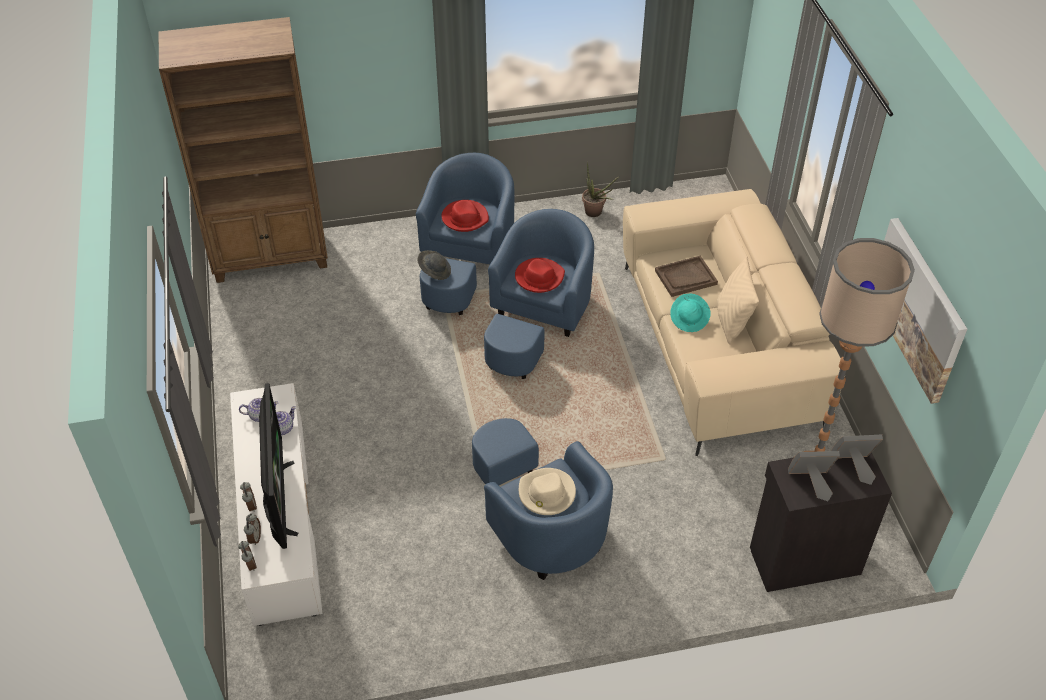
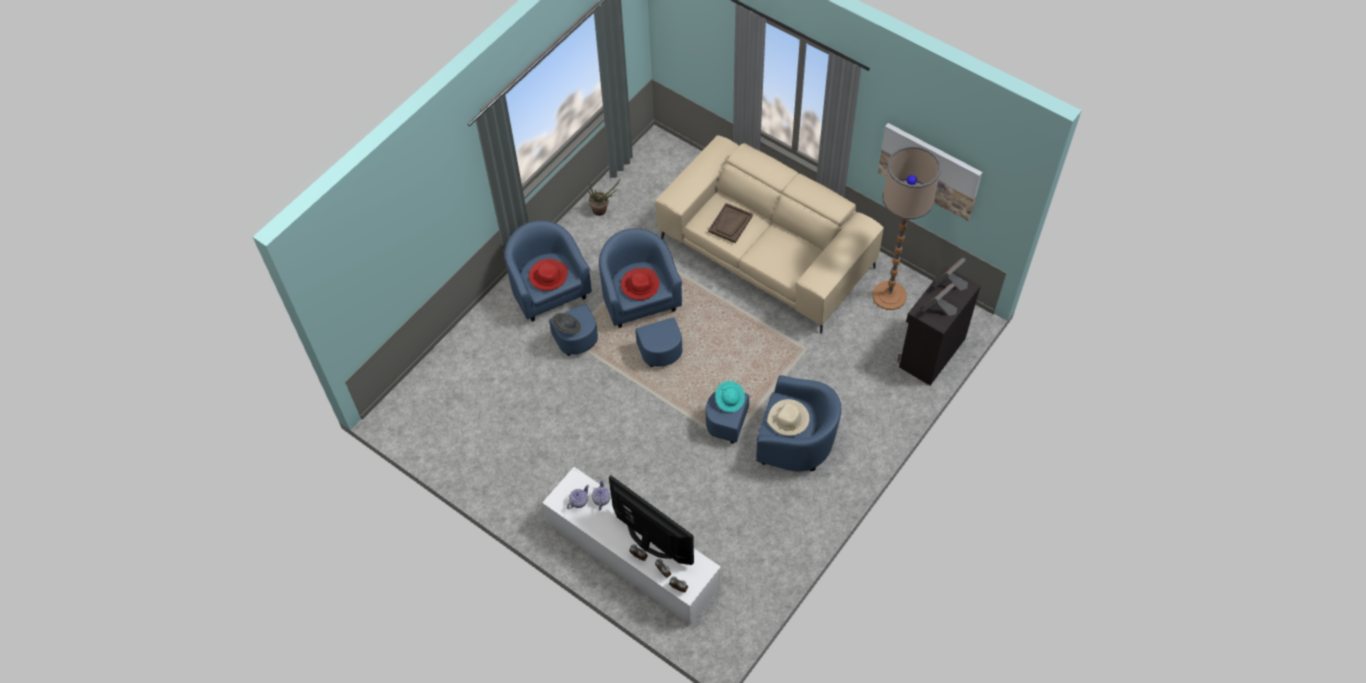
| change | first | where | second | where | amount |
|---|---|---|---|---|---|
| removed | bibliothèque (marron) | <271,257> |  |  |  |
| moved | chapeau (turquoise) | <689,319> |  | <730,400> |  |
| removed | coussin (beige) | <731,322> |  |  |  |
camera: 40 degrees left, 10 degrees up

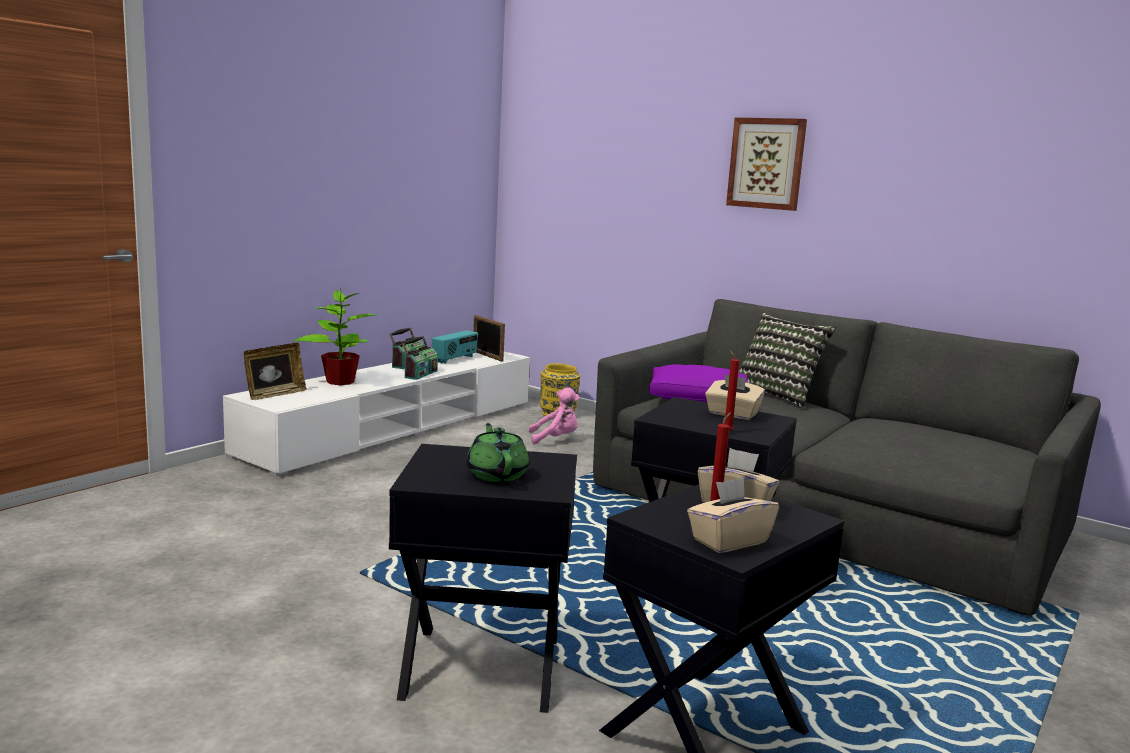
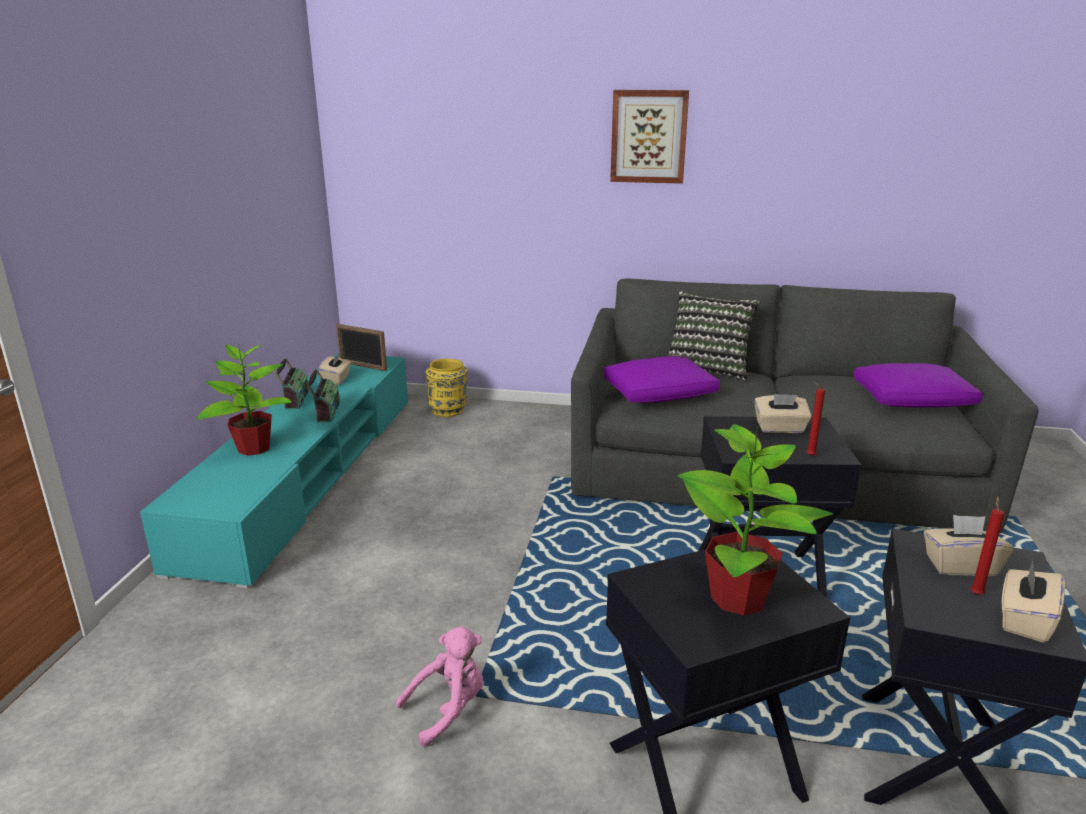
| change | first | where | second | where | amount |
|---|---|---|---|---|---|
| recoloured | meuble télé (blanc) | <395,427> | meuble télé (turquoise) | <307,474> |  |
| removed | cadre photo | <274,394> |  |  |  |
| replaced | radio | <455,359> | boîte à mouchoirs (beige) | <336,380> |  |
| replaced | théière (vert) | <497,474> | plante en pot | <739,599> |  |
| moved | peluche (rose) | <555,439> |  | <448,709> |  |
| added |  |  | coussin (violet) | <913,400> |  |
camera: 25 degrees left, 10 degrees up

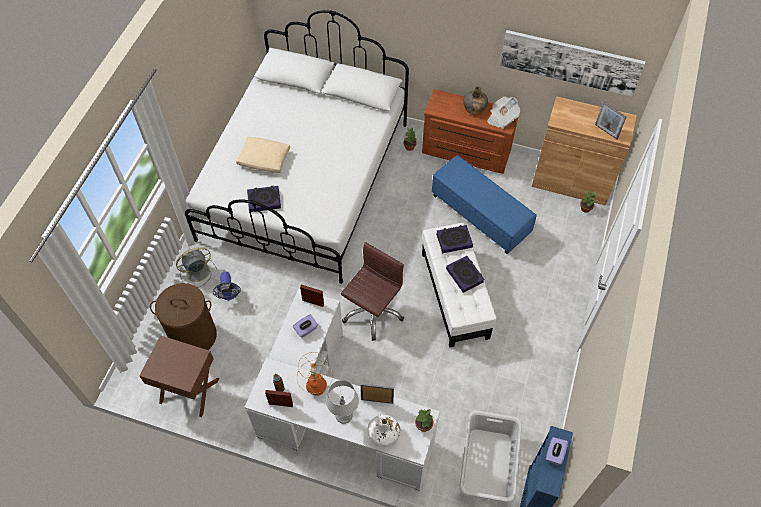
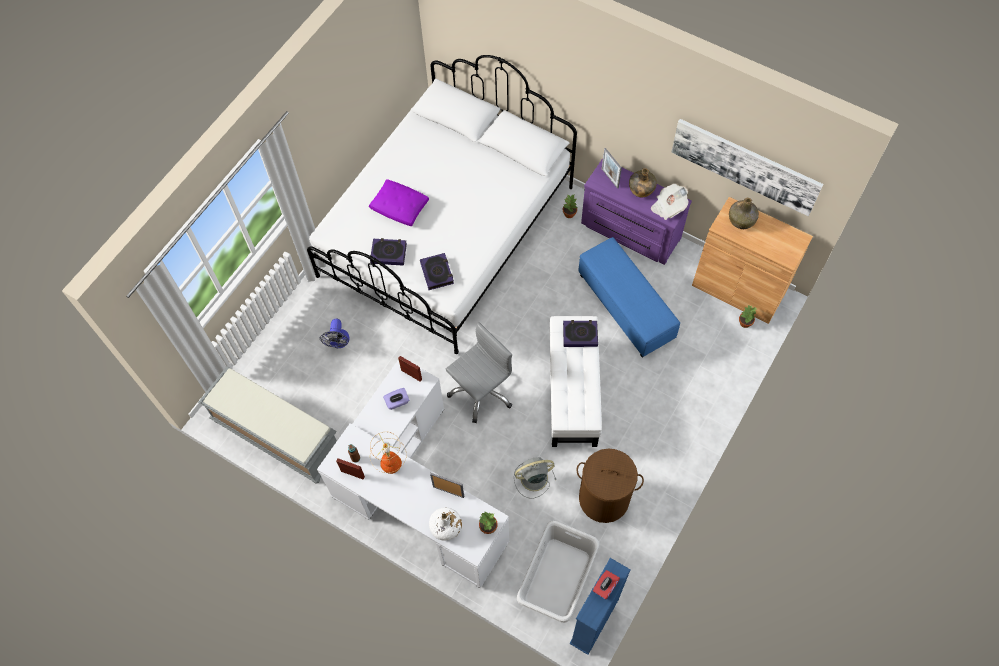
| change | first | where | second | where | amount |
|---|---|---|---|---|---|
| replaced | table de chevet (marron) | <189,391> | banc (gris) | <276,435> |  |
| moved | panier à linge (marron) | <194,335> |  | <604,498> |  |
| moved | ventilateur (gris) | <196,272> |  | <532,478> |  |
| recoloured | coussin (beige) | <264,159> | coussin (violet) | <400,207> |  |
| removed | lampe de table (gris) | <343,415> |  |  |  |
| recoloured | chaise de bureau (marron) | <372,311> | chaise de bureau (gris) | <481,391> |  |
| recoloured | commode (marron) | <466,153> | commode (violet) | <629,232> |  |
| moved | livre | <465,275> |  | <437,273> |  |
| recoloured | boîte à mouchoirs (violet) | <554,454> | boîte à mouchoirs (rouge) | <605,587> |  |
| moved | cadre photo | <606,131> |  | <610,178> |  |
| added |  |  | bouteille (vert) | <741,220> |  |
camera: 15 degrees right, 5 degrees up

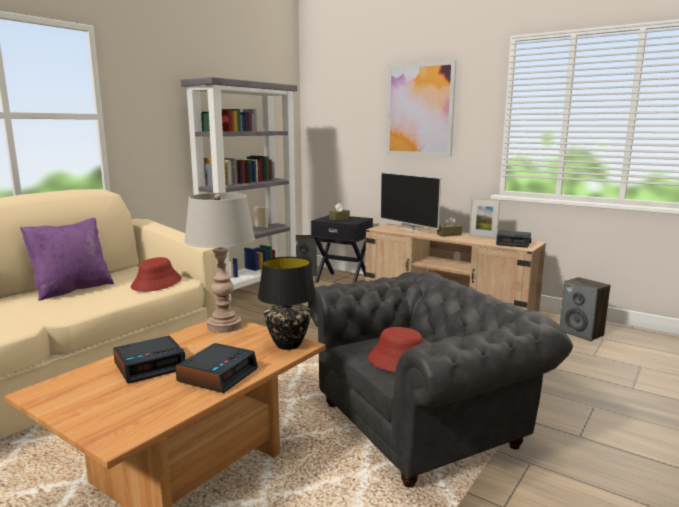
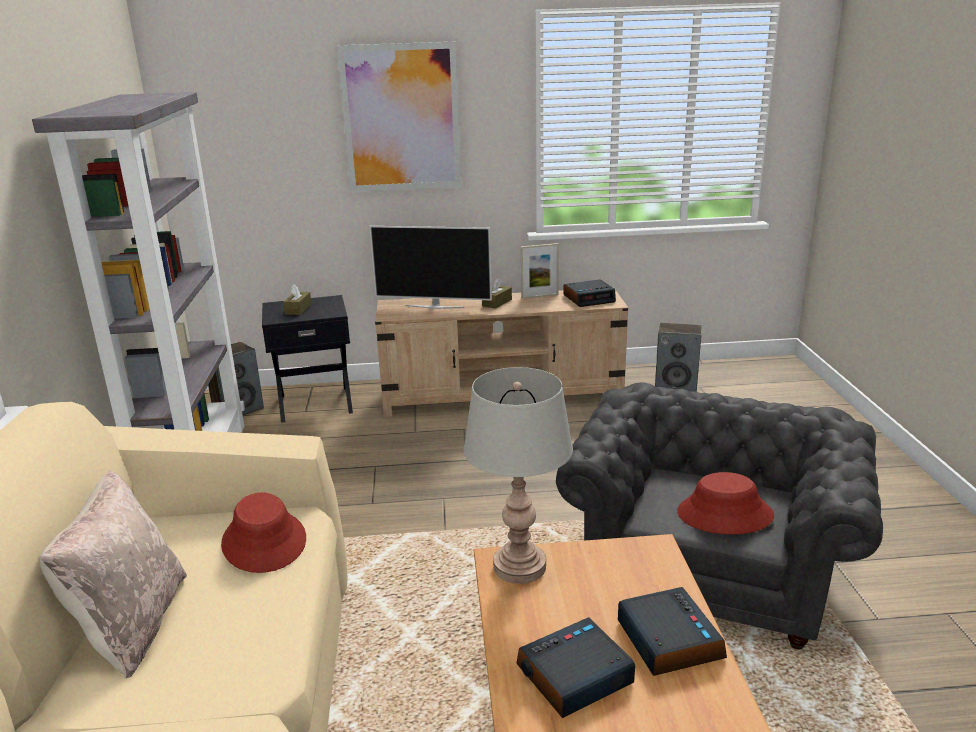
| change | first | where | second | where | amount |
|---|---|---|---|---|---|
| recoloured | coussin (violet) | <72,290> | coussin (beige) | <132,625> |  |
| turned | réveil | <150,366> |  | <574,676> | 135 degrees counterclockwise |
| removed | lampe de table (noir) | <288,345> |  |  |  |
camera: 40 degrees left, 10 degrees up

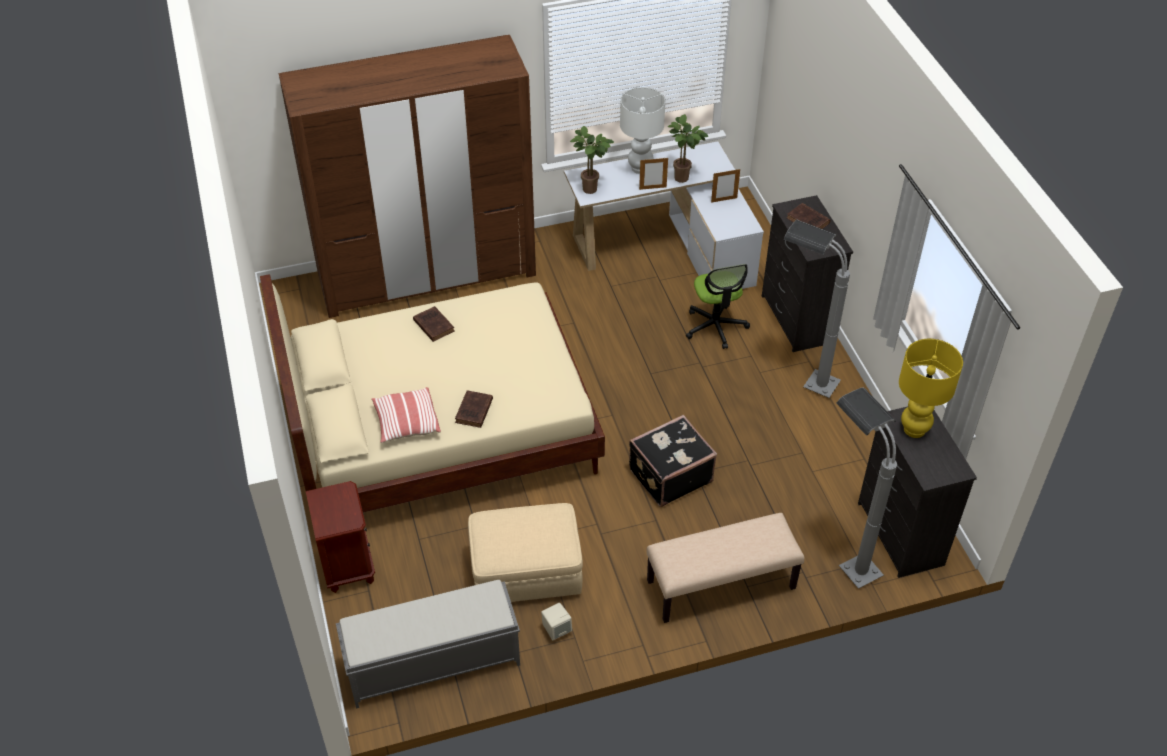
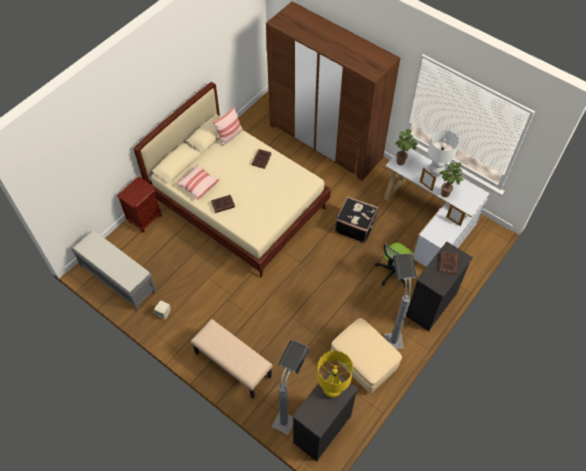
| change | first | where | second | where | amount |
|---|---|---|---|---|---|
| moved | pouf (beige) | <525,573> |  | <363,362> |  |
| moved | valise (noir) | <669,475> |  | <355,225> |  |
| added |  |  | coussin | <230,136> |  |
camera: 55 degrees right, 10 degrees up

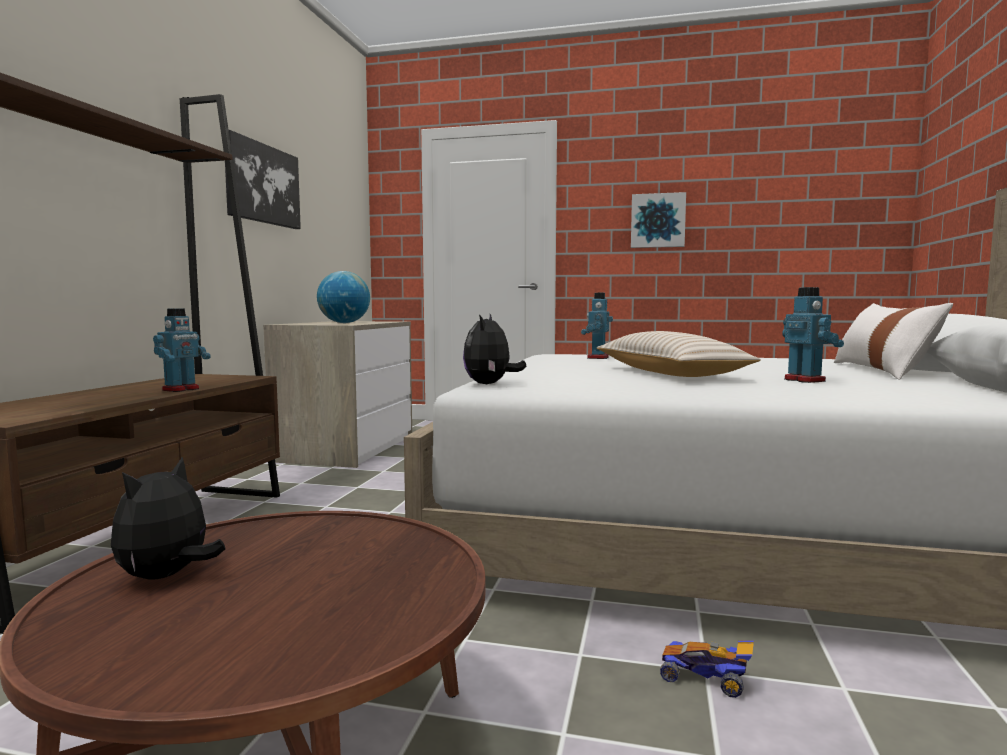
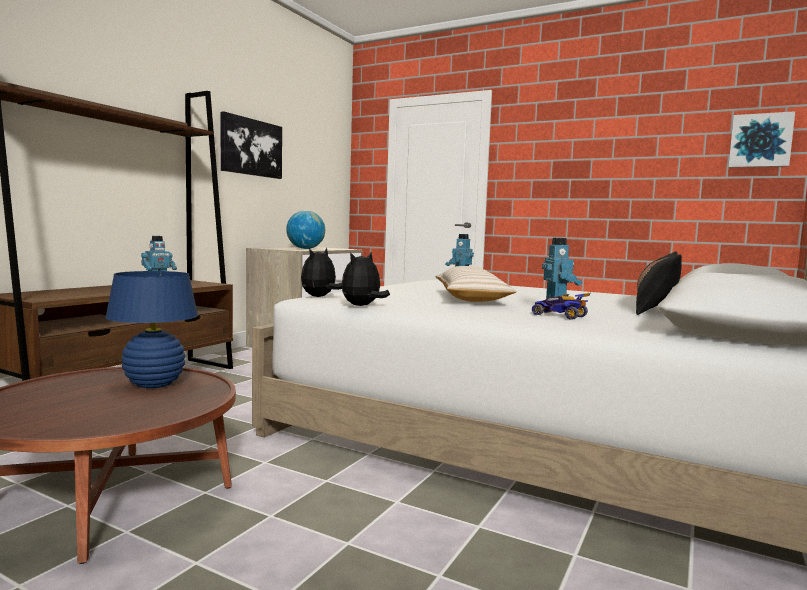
| change | first | where | second | where | amount |
|---|---|---|---|---|---|
| moved | peluche | <167,576> |  | <362,306> |  |
| moved | tableau | <658,221> |  | <760,140> |  |
| moved | petite voiture | <706,678> |  | <560,316> |  |
| recoloured | coussin (blanc) | <882,370> | coussin (noir) | <655,308> |  |
| added |  |  | lampe de table (bleu) | <154,384> |  |
camera: 15 degrees right, 0 degrees up

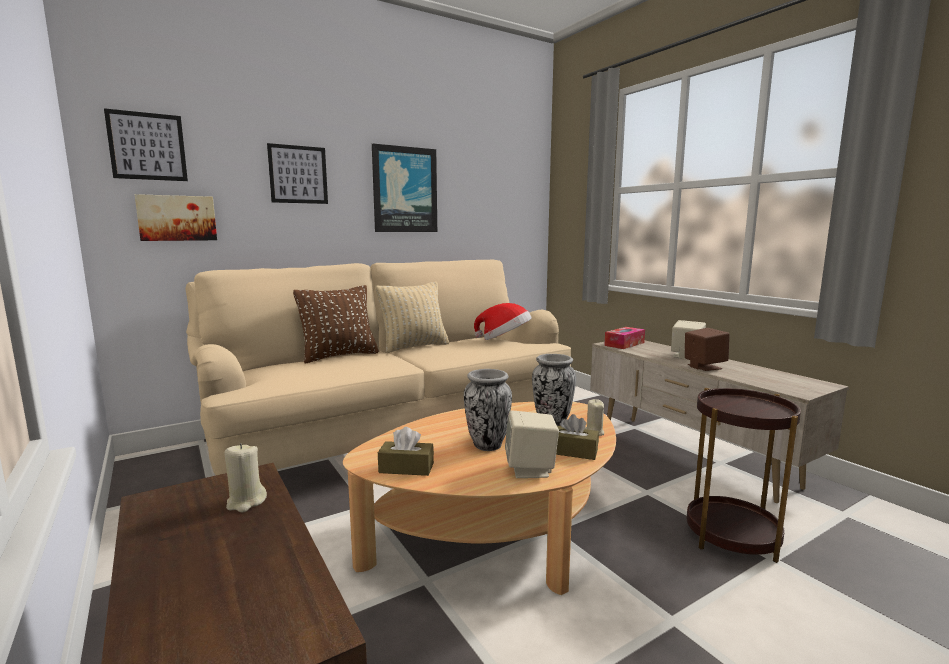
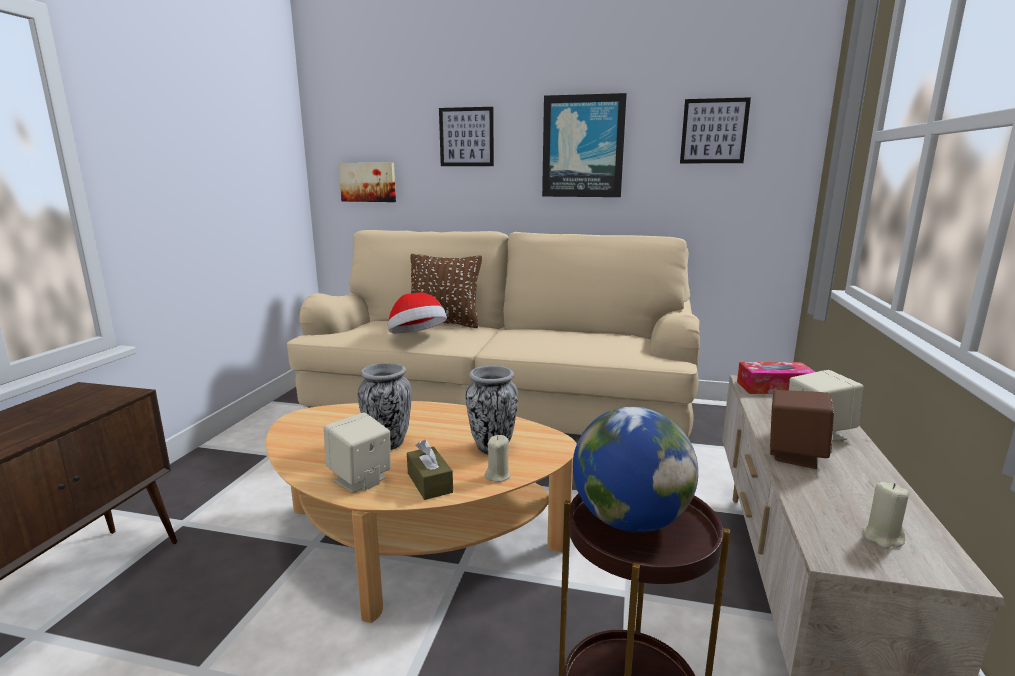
| change | first | where | second | where | amount |
|---|---|---|---|---|---|
| moved | tableau | <147,146> |  | <714,131> |  |
| moved | bougie (beige) | <246,502> |  | <882,537> |  |
| removed | coussin (beige) | <414,347> |  |  |  |
| removed | boîte à mouchoirs (marron) | <406,468> |  |  |  |
| moved | chapeau | <504,340> |  | <417,338> |  |
| added |  |  | globe | <629,520> |  |
camera: 45 degrees right, 5 degrees up

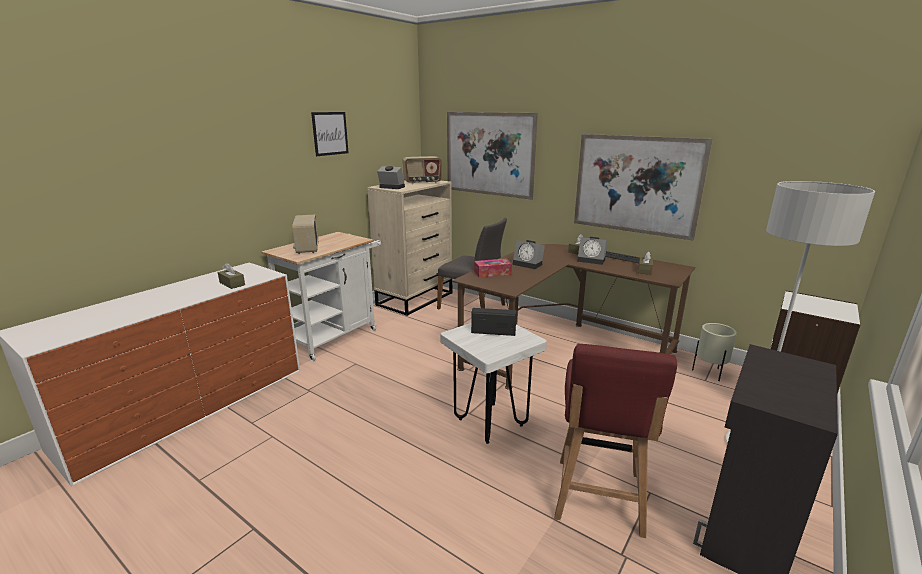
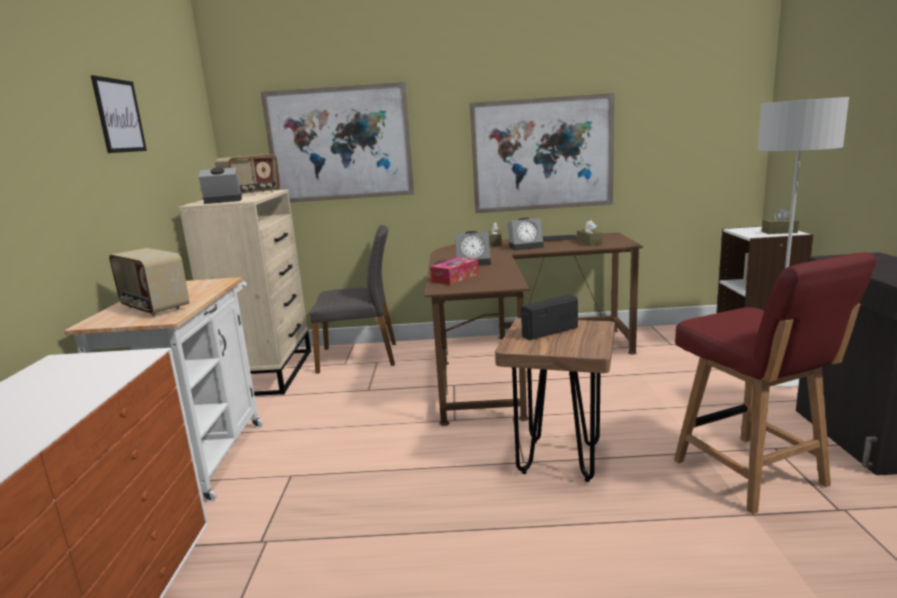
| change | first | where | second | where | amount |
|---|---|---|---|---|---|
| moved | boîte à mouchoirs (marron) | <232,284> |  | <779,232> |  |
| recoloured | tabouret (blanc) | <490,422> | tabouret (marron) | <558,460> |  |
| removed | cache-pot (beige) | <709,373> |  |  |  |
camera: 35 degrees left, 5 degrees down

